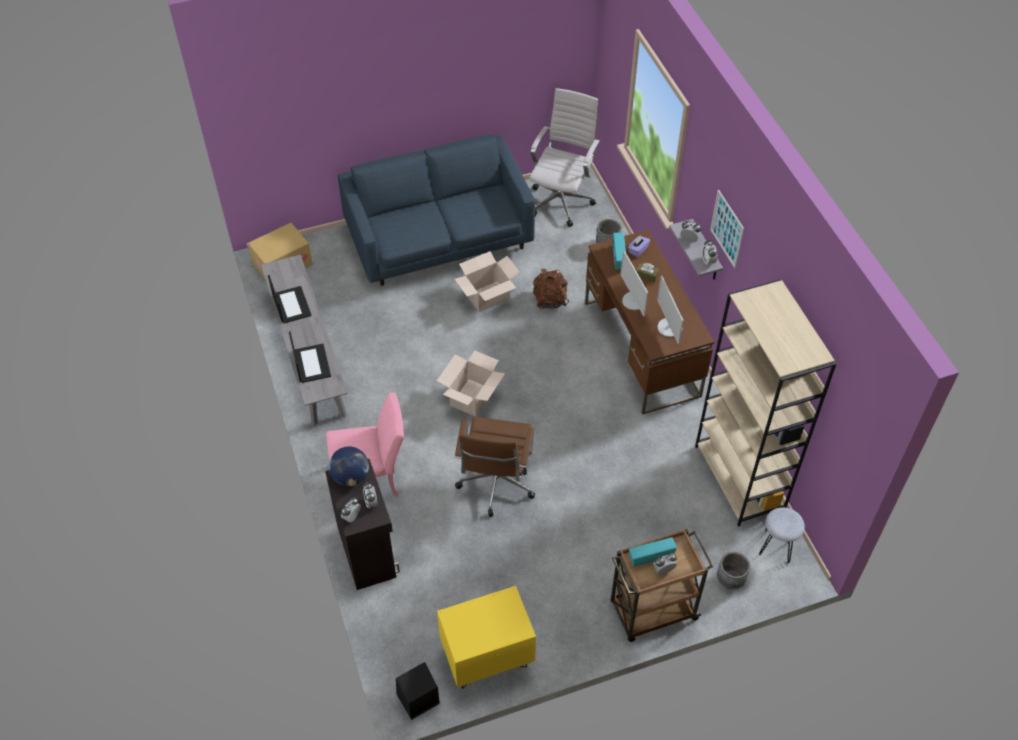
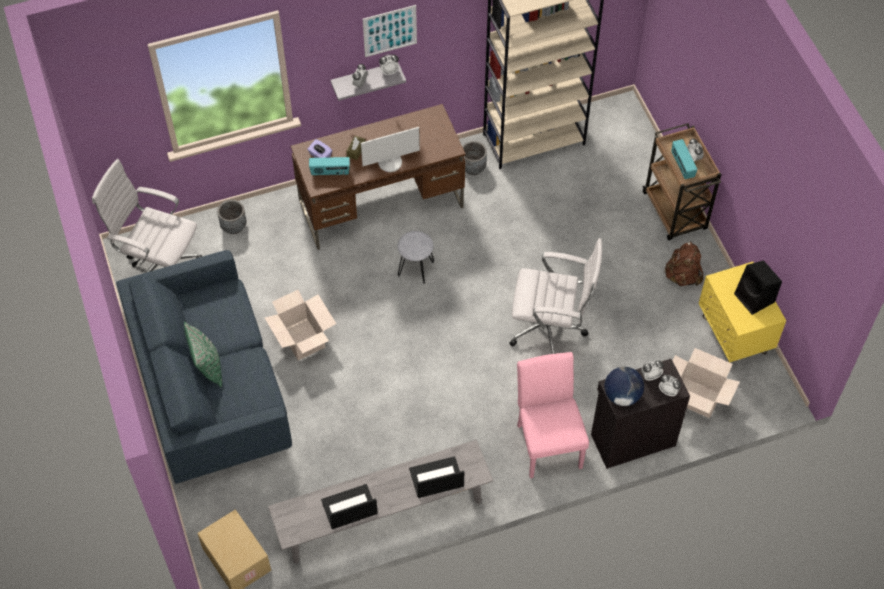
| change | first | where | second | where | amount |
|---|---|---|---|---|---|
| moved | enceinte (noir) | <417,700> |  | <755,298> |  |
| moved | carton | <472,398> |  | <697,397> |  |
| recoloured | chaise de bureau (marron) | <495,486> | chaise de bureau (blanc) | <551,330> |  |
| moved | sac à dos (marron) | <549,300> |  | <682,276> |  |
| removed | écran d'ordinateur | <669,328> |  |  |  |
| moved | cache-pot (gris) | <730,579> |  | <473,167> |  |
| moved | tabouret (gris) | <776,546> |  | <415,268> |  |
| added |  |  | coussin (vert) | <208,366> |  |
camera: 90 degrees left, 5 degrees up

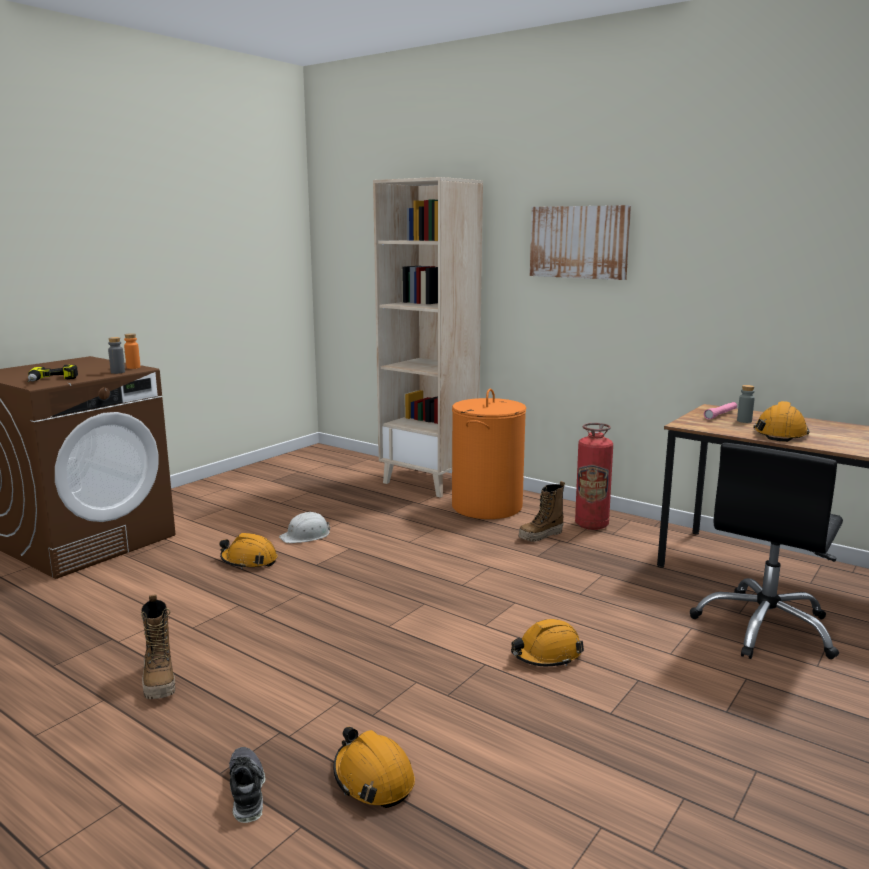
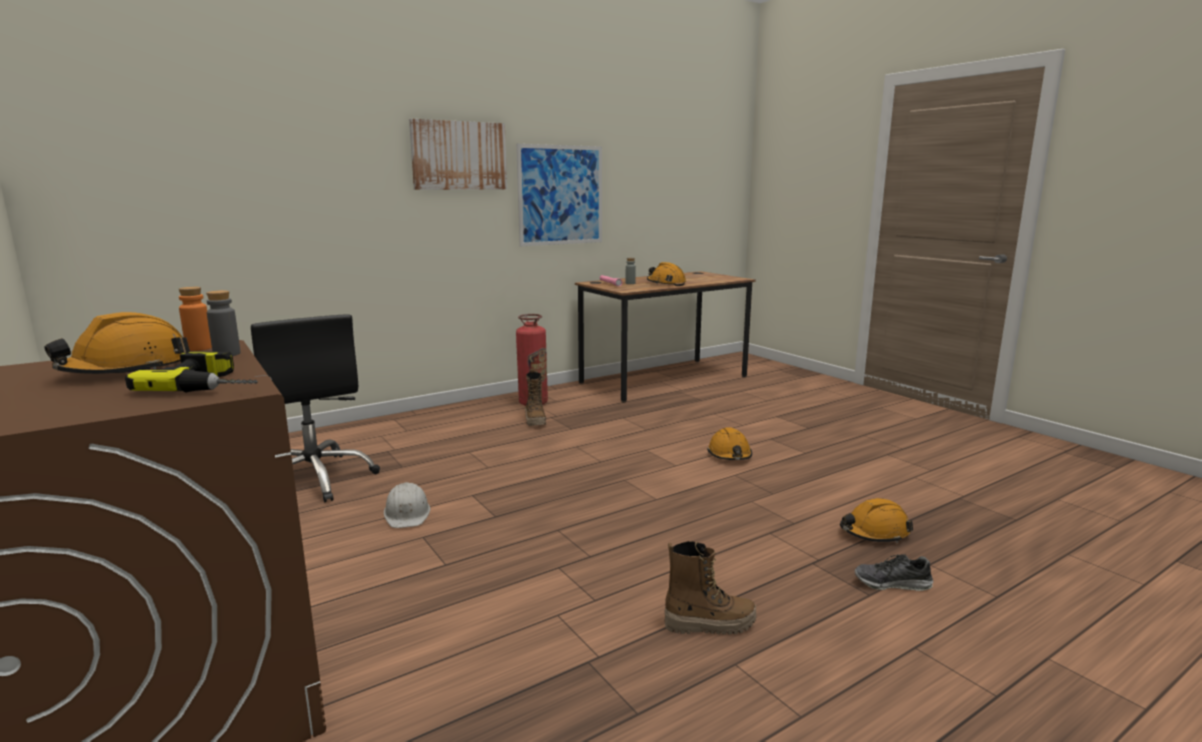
| change | first | where | second | where | amount |
|---|---|---|---|---|---|
| moved | casque de chantier (orange) | <249,561> |  | <128,370> |  |
| removed | bibliothèque (beige) | <430,482> |  |  |  |
| removed | panier à linge (orange) | <487,507> |  |  |  |
| moved | chaise de bureau (noir) | <765,628> |  | <315,479> |  |
| added |  |  | tableau | <560,195> |  |
camera: 70 degrees left, 0 degrees up

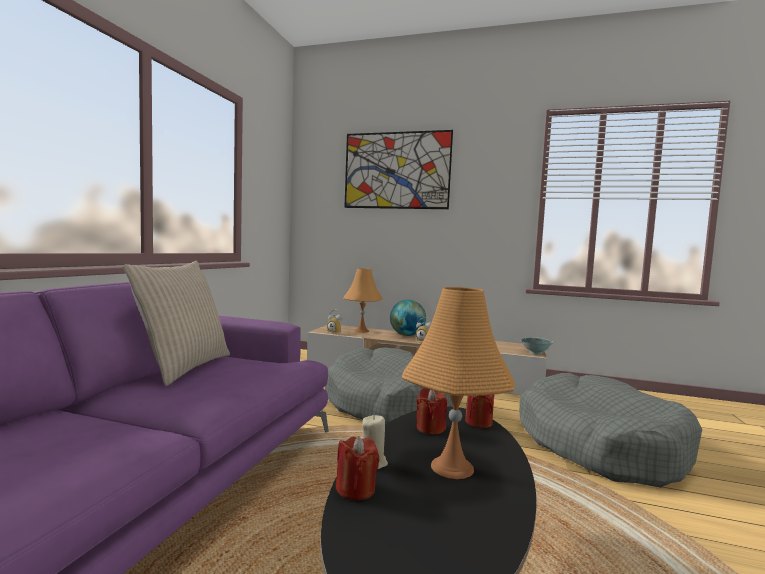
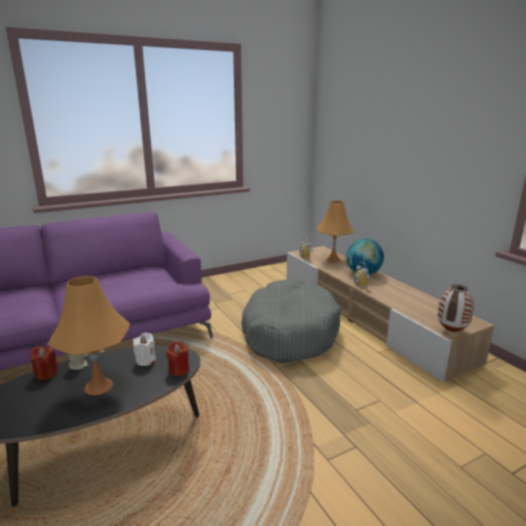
| change | first | where | second | where | amount |
|---|---|---|---|---|---|
| removed | coussin (beige) | <183,367> |  |  |  |
| removed | tableau | <396,170> |  |  |  |
| recoloured | bougie (rouge) | <430,428> | bougie (blanc) | <146,360> |  |
| removed | panier pour chien (gris) | <599,445> |  |  |  |
| replaced | bol | <536,353> | vase | <452,331> |  |
camera: 45 degrees right, 15 degrees up

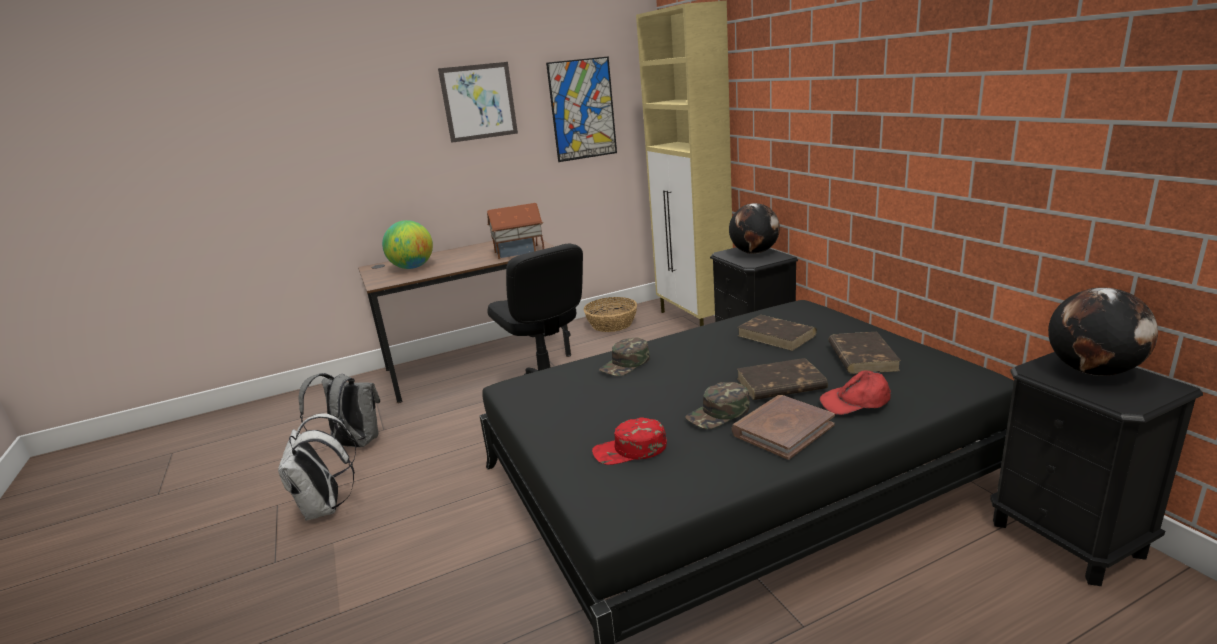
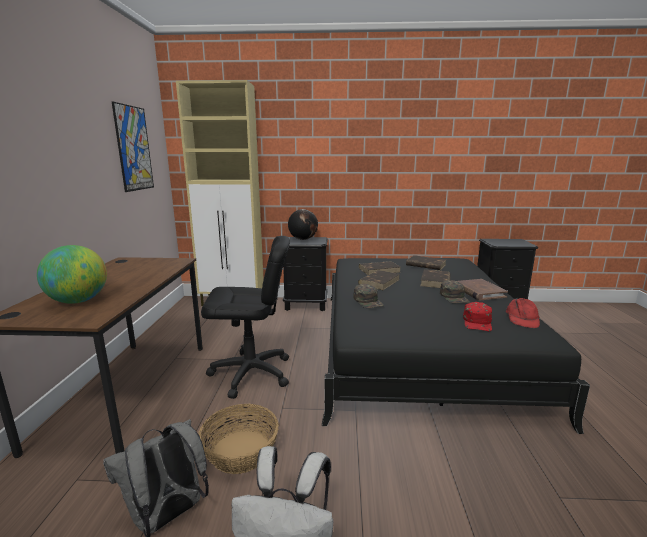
| change | first | where | second | where | amount |
|---|---|---|---|---|---|
| removed | tableau | <479,102> |  |  |  |
| removed | maison miniature | <519,252> |  |  |  |
| moved | panier | <612,324> |  | <241,451> |  |
| moved | casquette (rouge) | <855,401> |  | <522,318> |  |
| removed | globe | <1092,371> |  |  |  |
| added |  |  | livre (marron) | <379,282> |  |
camera: 65 degrees left, 5 degrees down

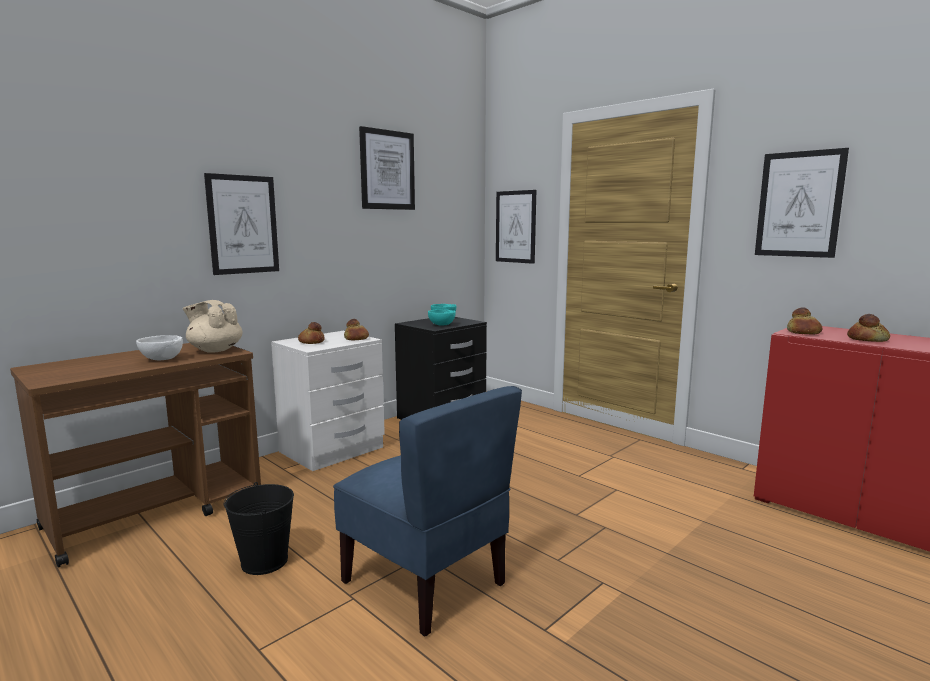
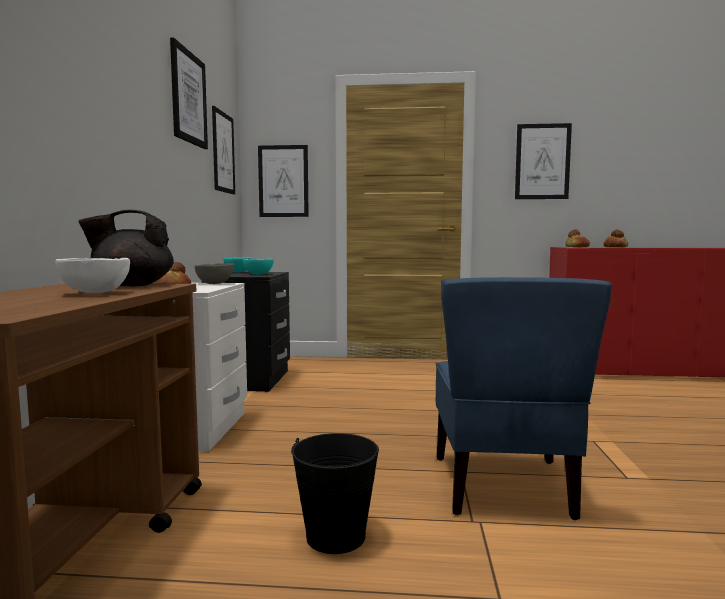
| change | first | where | second | where | amount |
|---|---|---|---|---|---|
| recoloured | théière (beige) | <215,350> | théière (noir) | <132,285> |  |
| moved | tableau | <243,224> |  | <223,152> |  |
| turned | chaise (bleu) | <426,582> |  | <503,486> | 90 degrees clockwise |
| replaced | pain | <356,338> | bol (gris) | <215,284> |  |
camera: 40 degrees left, 5 degrees down

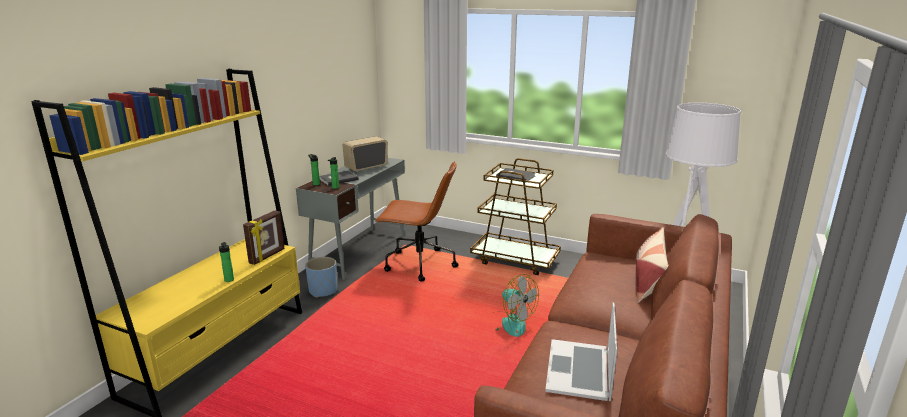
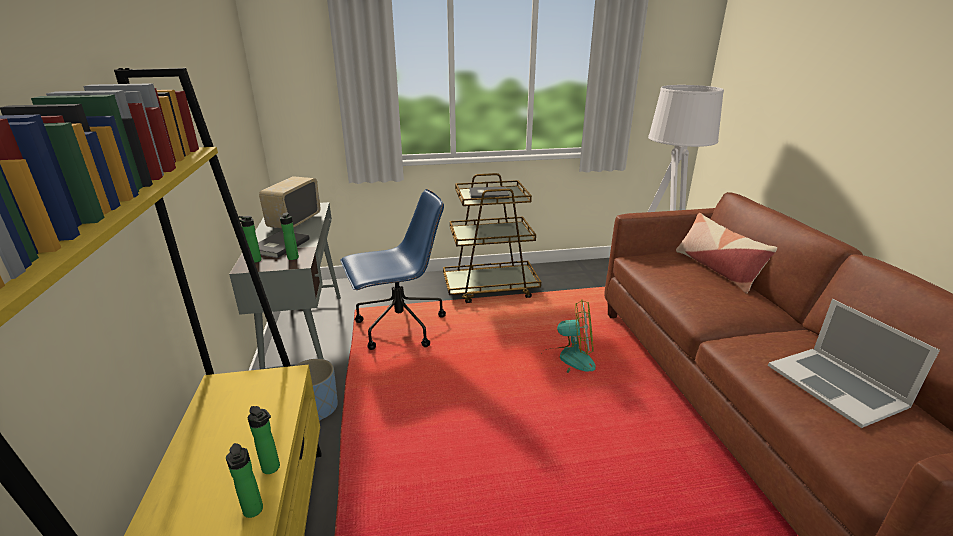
| change | first | where | second | where | amount |
|---|---|---|---|---|---|
| removed | cadre photo | <267,256> |  |  |  |
| recoloured | chaise de bureau (marron) | <418,264> | chaise de bureau (bleu) | <399,327> |  |
| added |  |  | bouteille | <253,512> |  |
camera: 35 degrees left, 5 degrees up

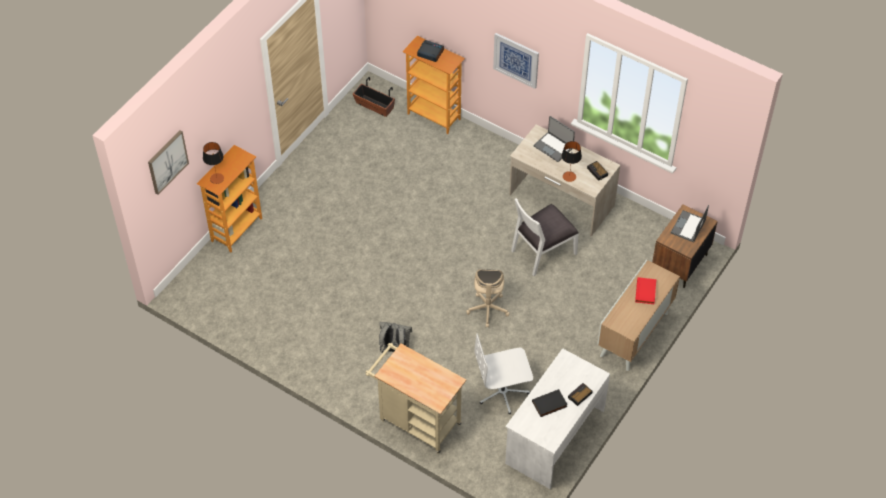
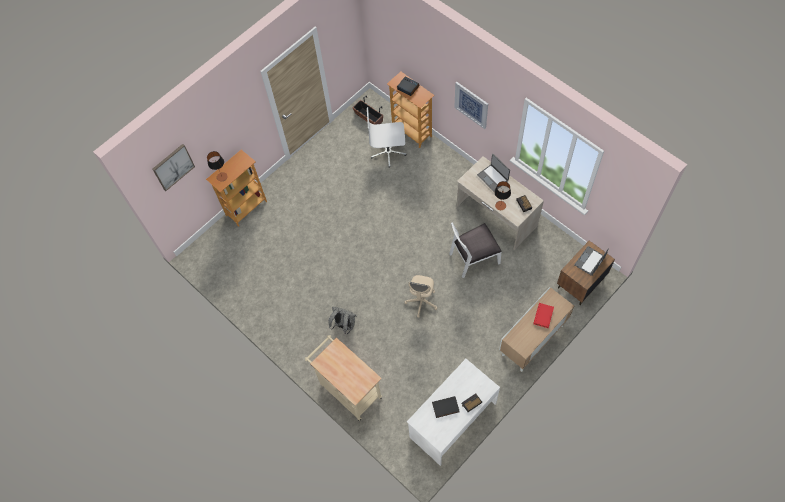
| change | first | where | second | where | amount |
|---|---|---|---|---|---|
| moved | chaise de bureau (blanc) | <503,392> |  | <388,152> |  |
camera: 15 degrees right, 10 degrees up

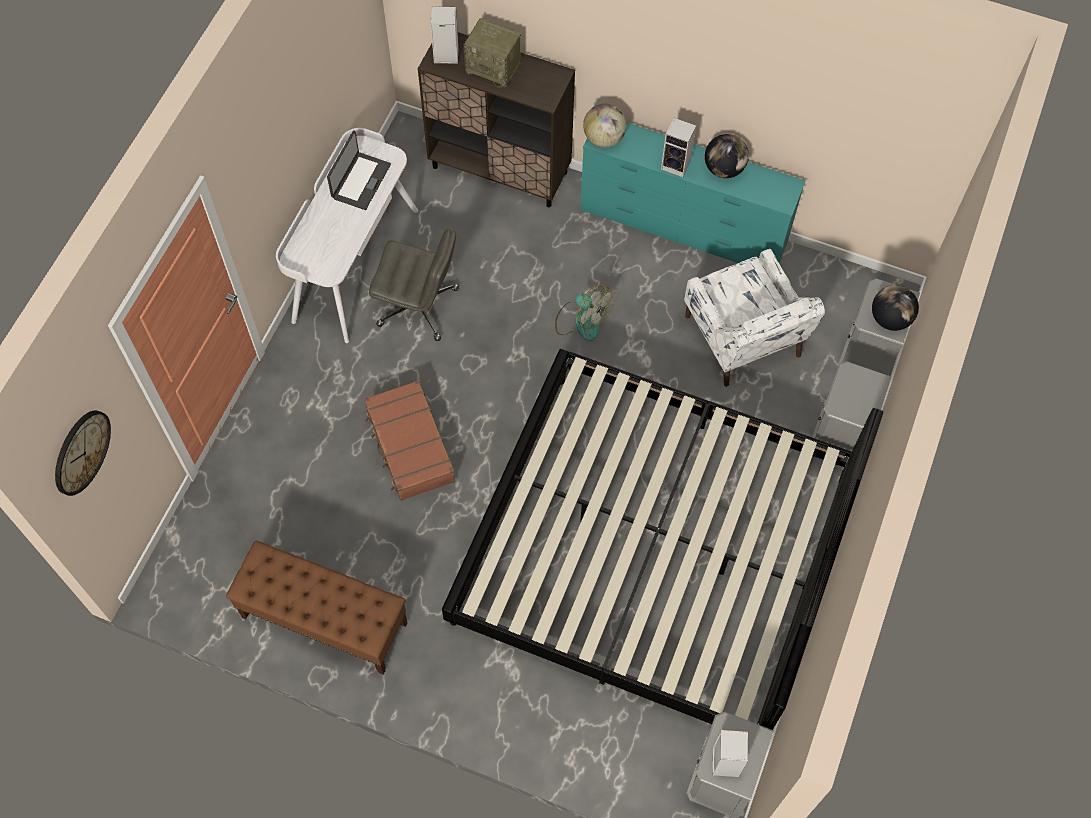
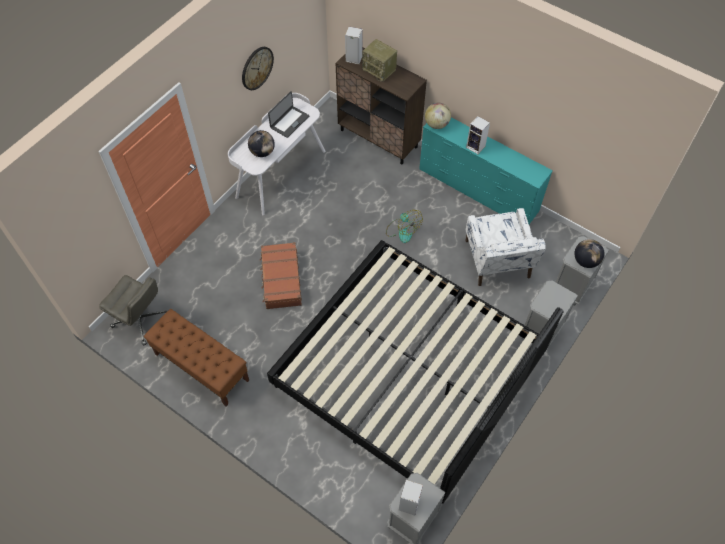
| change | first | where | second | where | amount |
|---|---|---|---|---|---|
| moved | horloge murale | <81,452> |  | <257,68> |  |
| moved | chaise de bureau (gris) | <419,307> |  | <141,320> |  |
| moved | globe | <724,169> |  | <262,152> |  |
camera: 15 degrees right, 5 degrees down

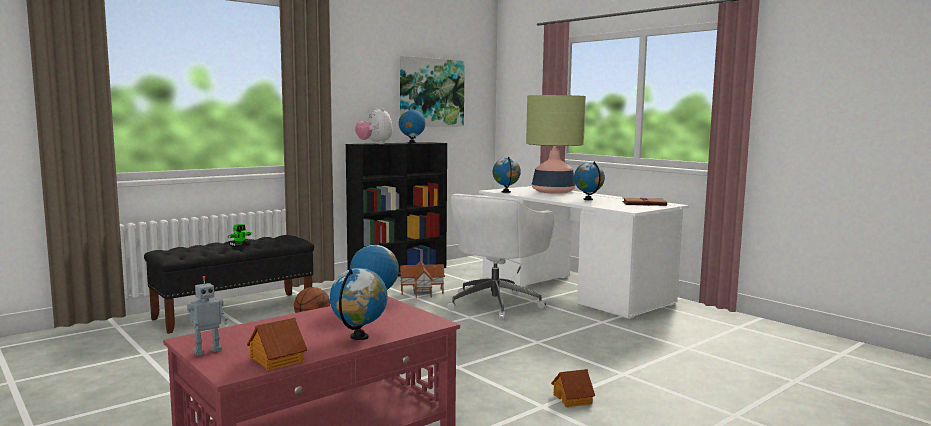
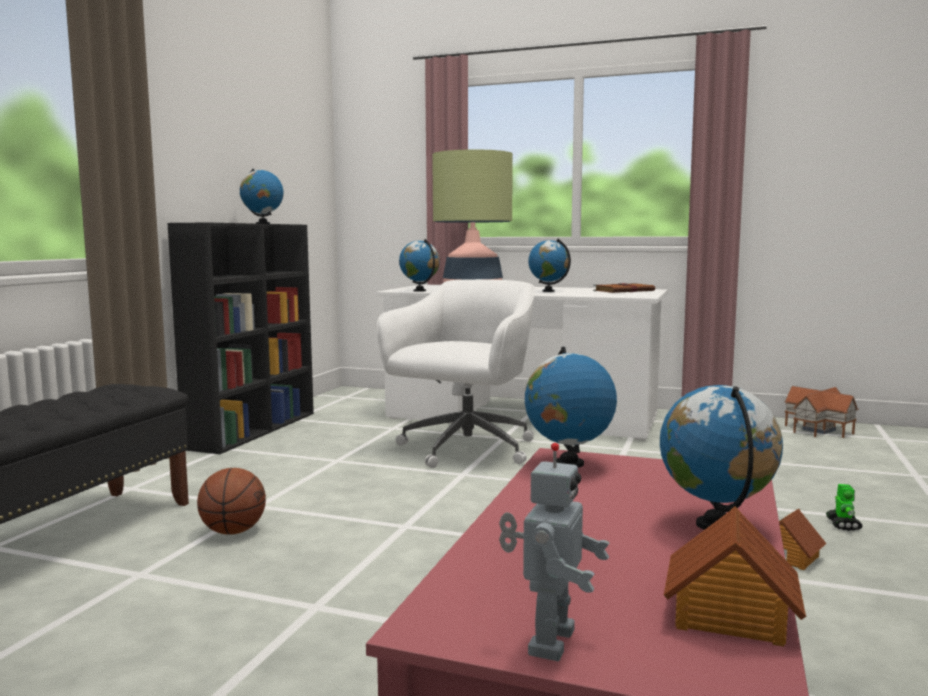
| change | first | where | second | where | amount |
|---|---|---|---|---|---|
| moved | robot jouet | <240,246> |  | <843,524> |  |
| removed | peluche | <374,143> |  |  |  |
| moved | maison miniature | <422,292> |  | <820,430> |  |
| removed | tableau | <431,92> |  |  |  |
| turned | chaise de bureau (blanc) | <496,304> |  | <465,449> | 150 degrees counterclockwise |
camera: 30 degrees left, 0 degrees up

